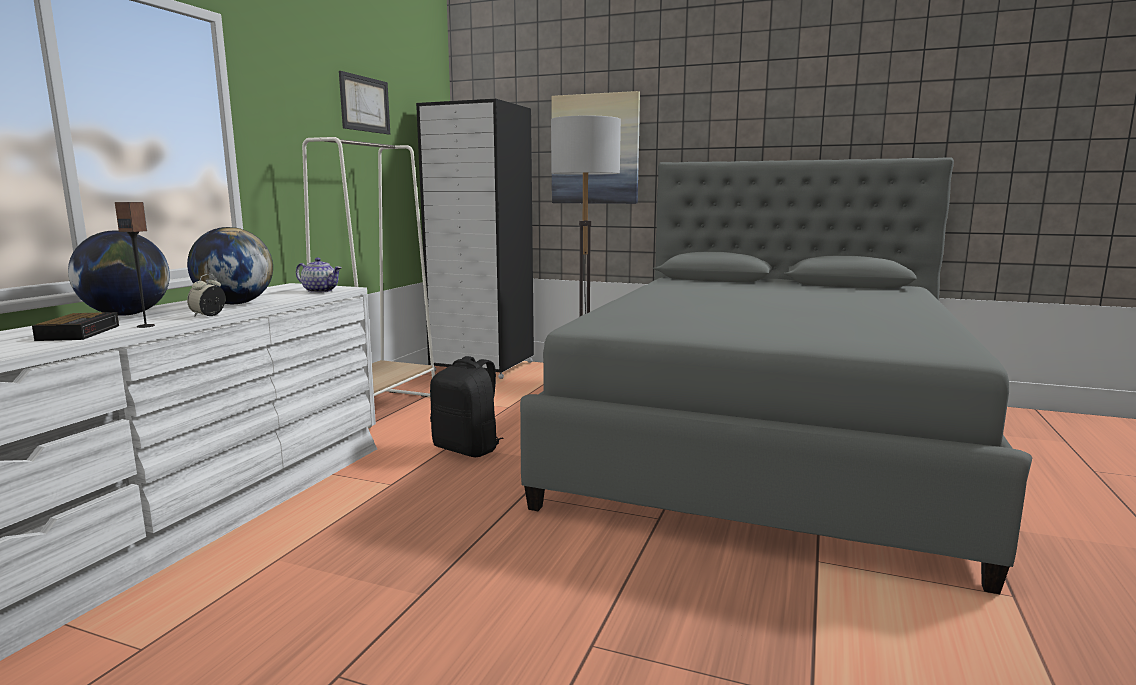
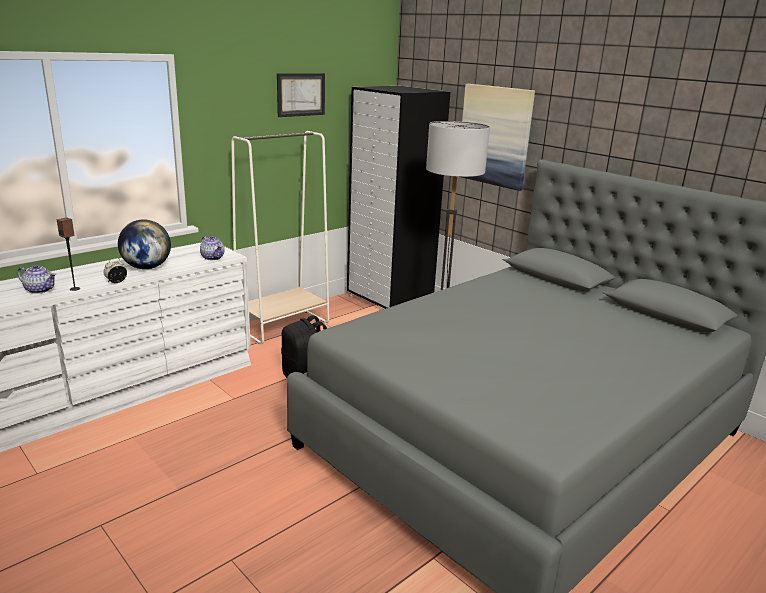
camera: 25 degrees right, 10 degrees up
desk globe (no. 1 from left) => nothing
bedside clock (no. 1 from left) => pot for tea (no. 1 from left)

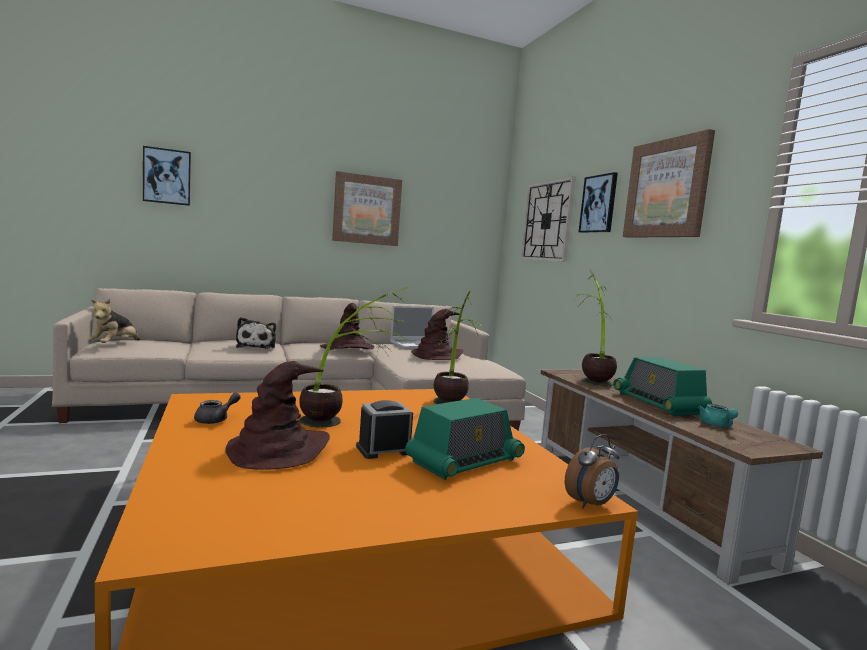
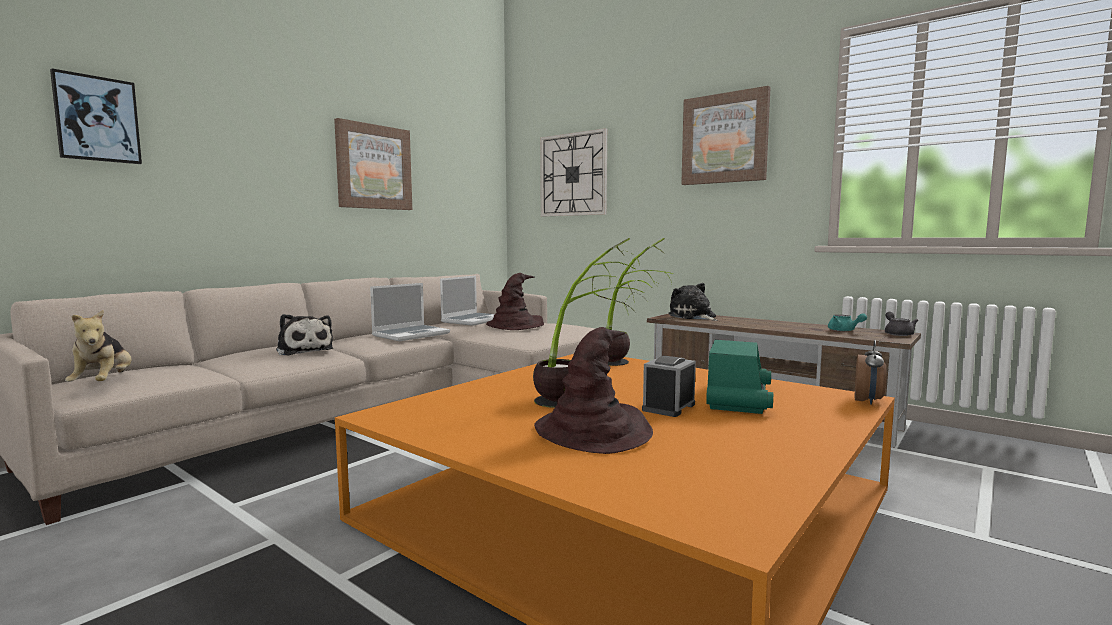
camera: 30 degrees left, 0 degrees up
wall picture (no. 3 from left) => nothing
potted plant (no. 3 from left) => soft toy (no. 3 from left)
wearable hat/brownish (no. 2 from left) => portable computer (no. 1 from left)
radio set (no. 2 from left) => nothing
pot for tea/greyish, relocated

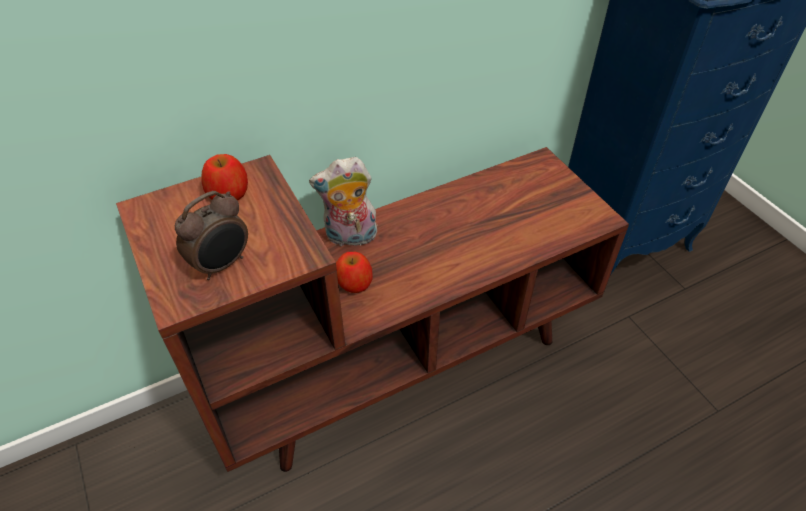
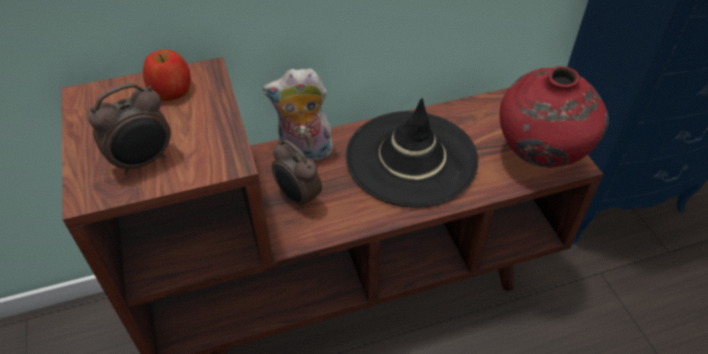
camera: 10 degrees right, 0 degrees up
apple fruit (no. 2 from left) => bedside clock (no. 2 from left)
nothing => decorative vase/red-coloured
nothing => wearable hat/black-coloured

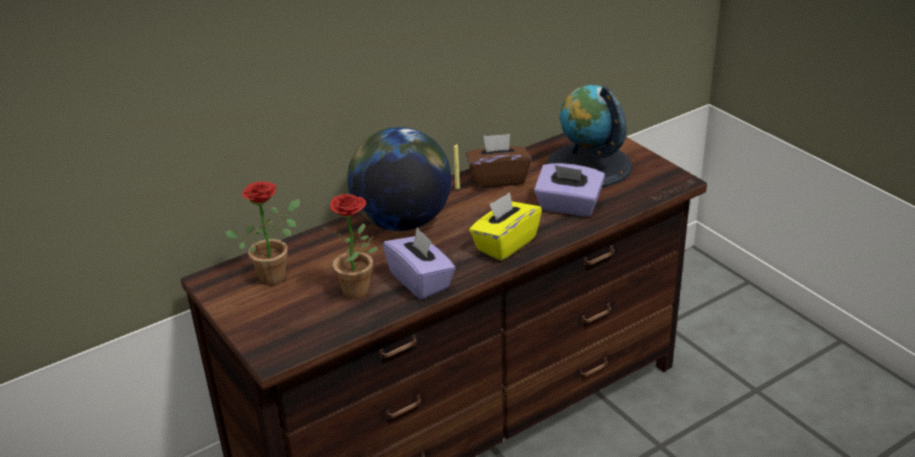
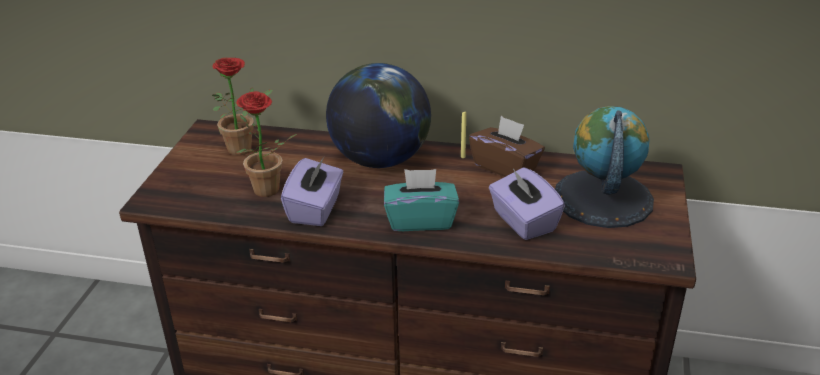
camera: 45 degrees right, 0 degrees up
tissue box/yellow => tissue box/blue-green

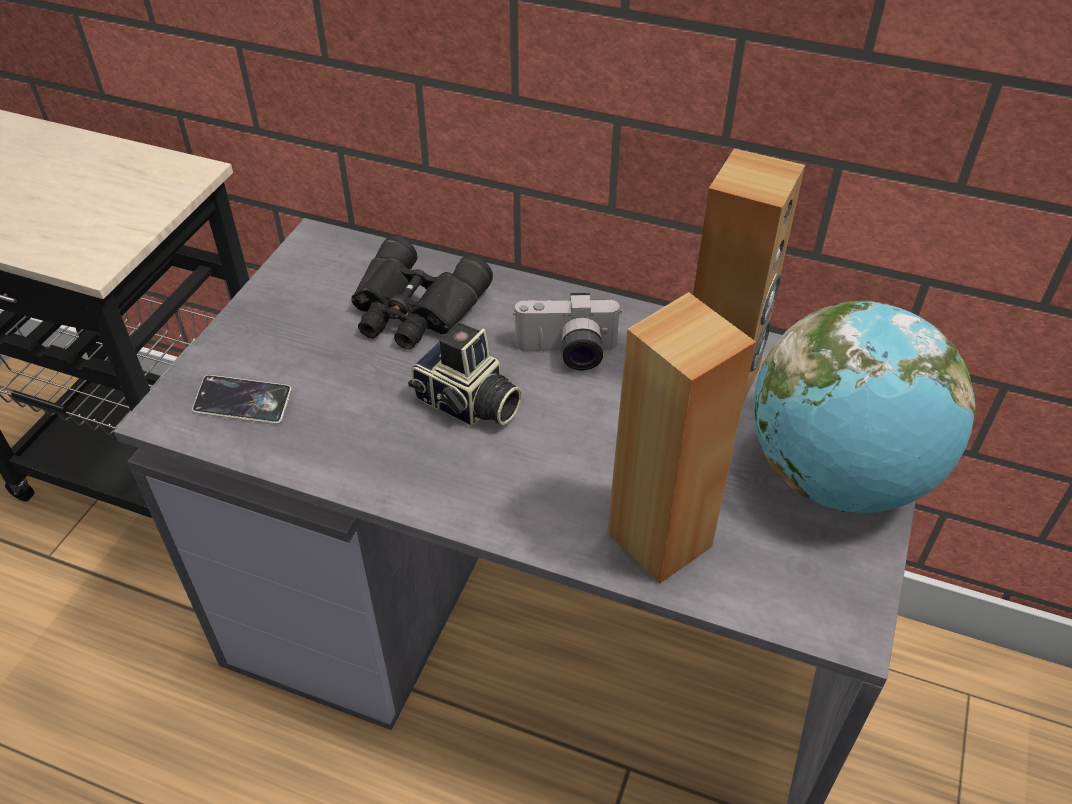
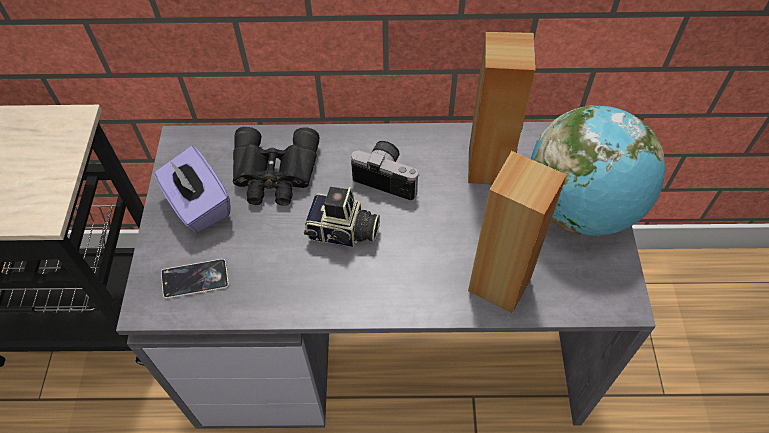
camera: 20 degrees left, 10 degrees up
still camera (no. 2 from left), 135 degrees counterclockwise
nothing => tissue box/purple-coloured

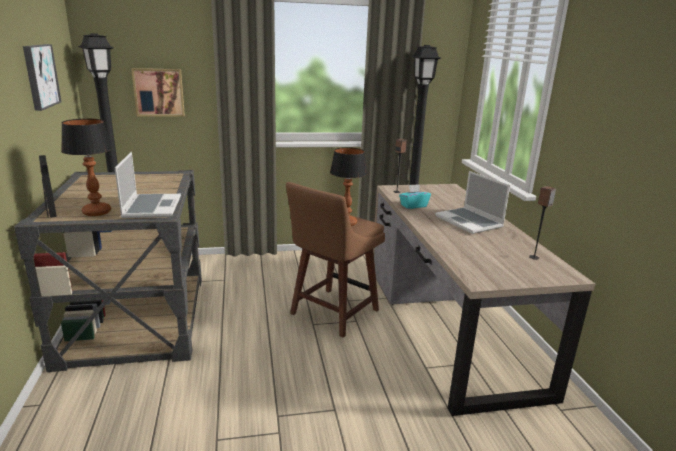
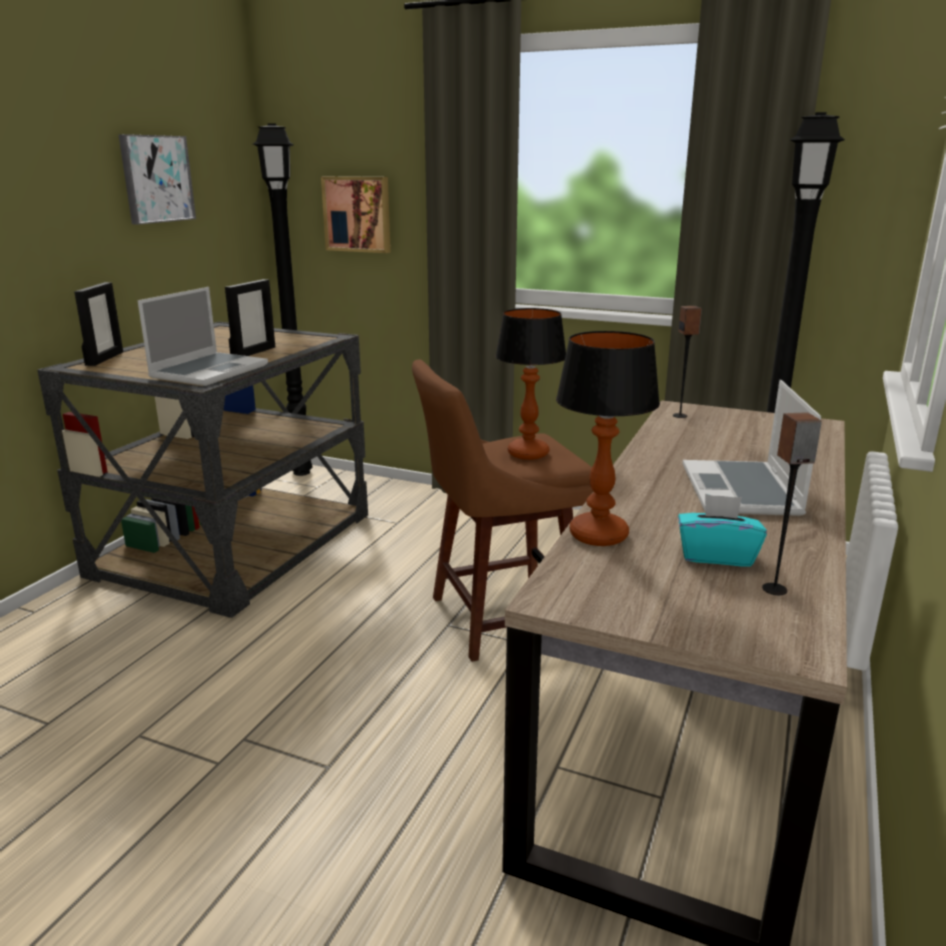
camera: 35 degrees right, 0 degrees up
tabletop lamp (no. 1 from left in the first image) => tabletop lamp (no. 2 from left), relocated
tissue box/blue-green, relocated
nothing => standing frame (no. 2 from left)

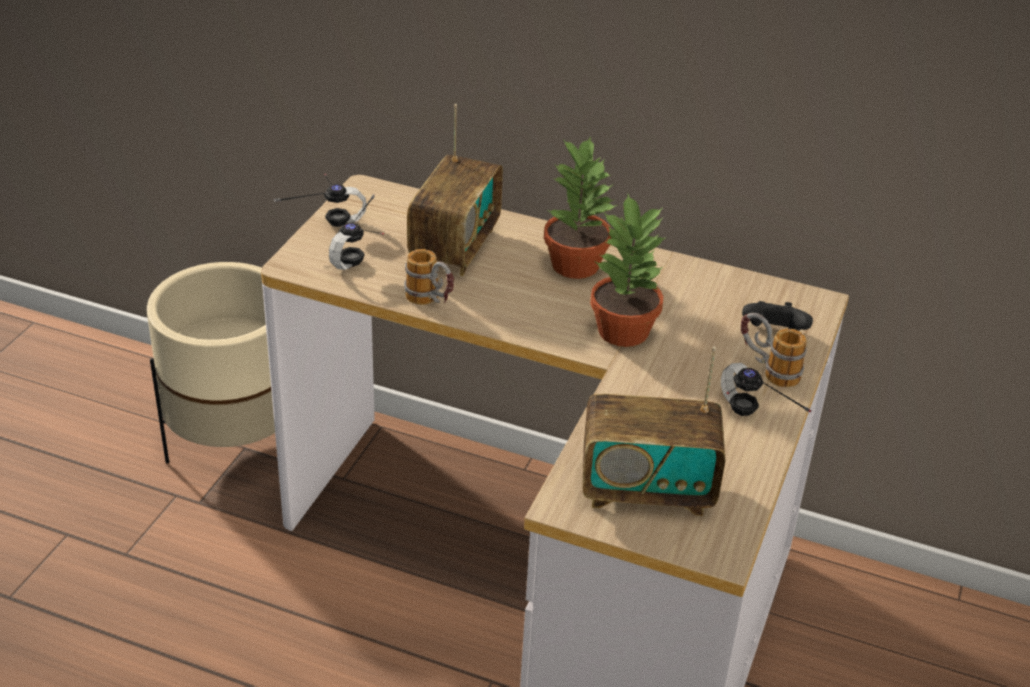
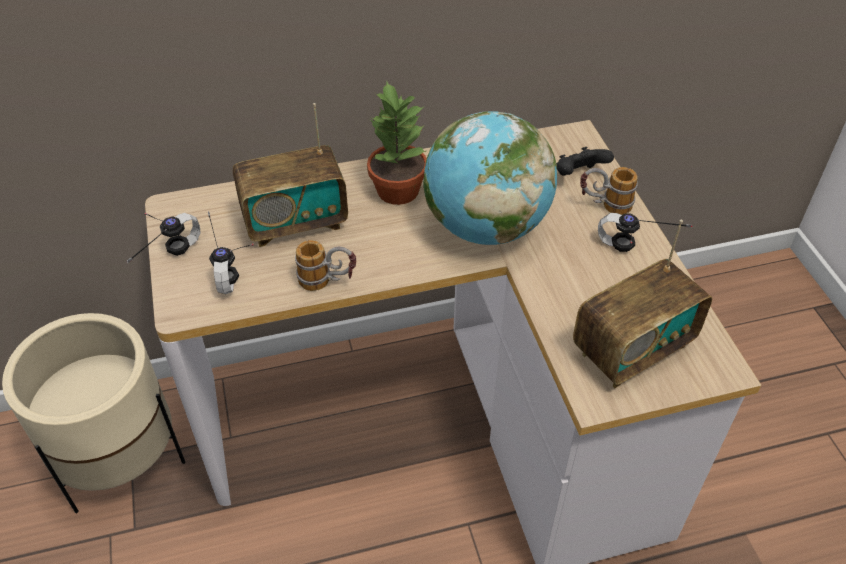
camera: 35 degrees left, 10 degrees up
radio set (no. 1 from left), 90 degrees clockwise
potted plant (no. 2 from left) => desk globe

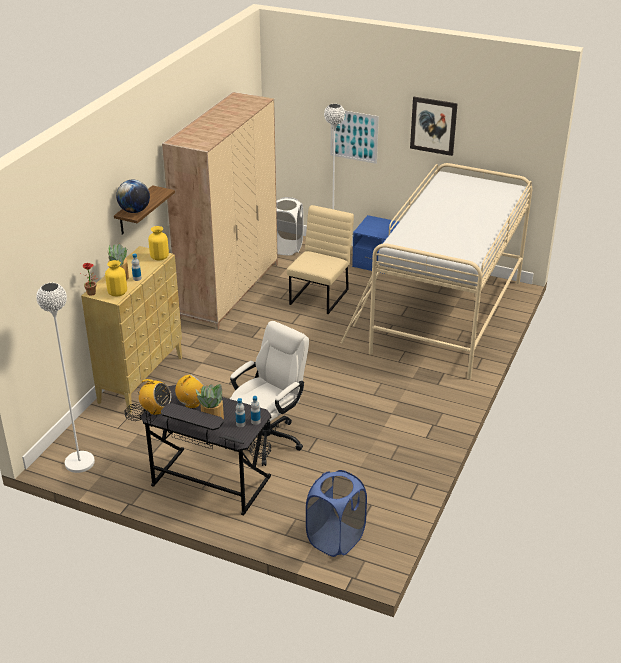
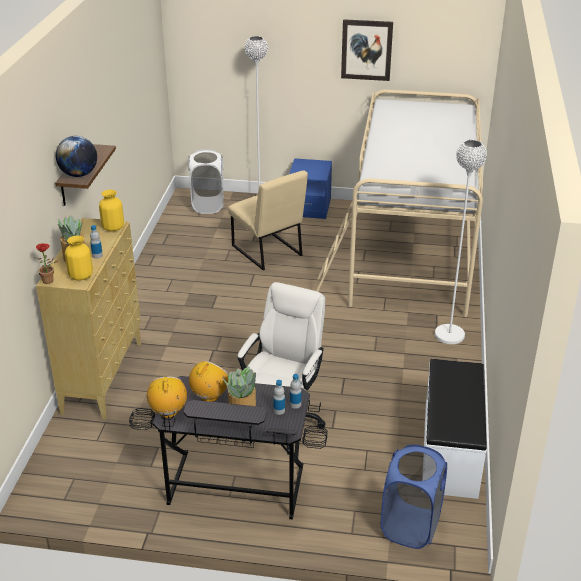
camera: 15 degrees left, 0 degrees up
armoire/beige-coloured => nothing
wall picture (no. 1 from left) => nothing
upright chair/beige-coloured, 135 degrees clockwise
standing lamp/white-coloured (no. 1 from left in the first image) => standing lamp/white-coloured (no. 2 from left), relocated
radio set (no. 1 from left), 105 degrees counterclockwise
nothing => bench/white-coloured

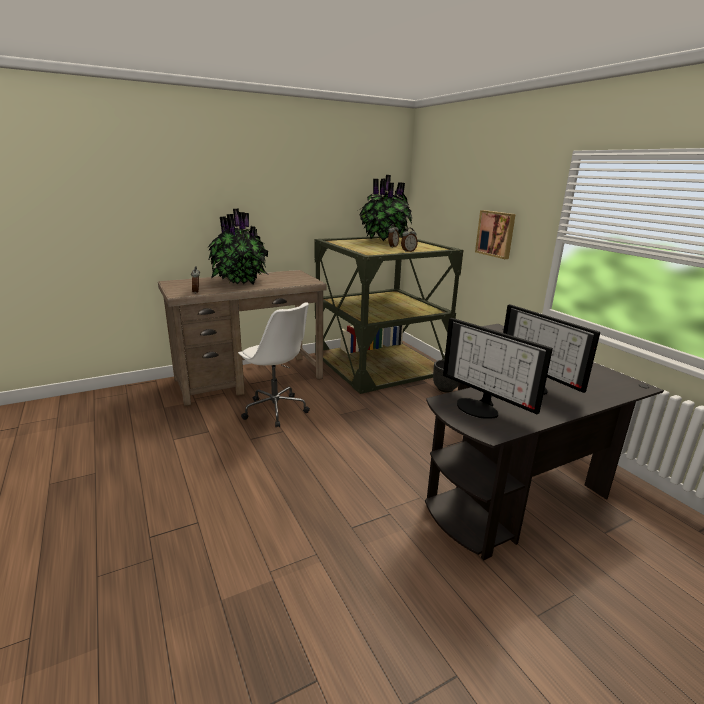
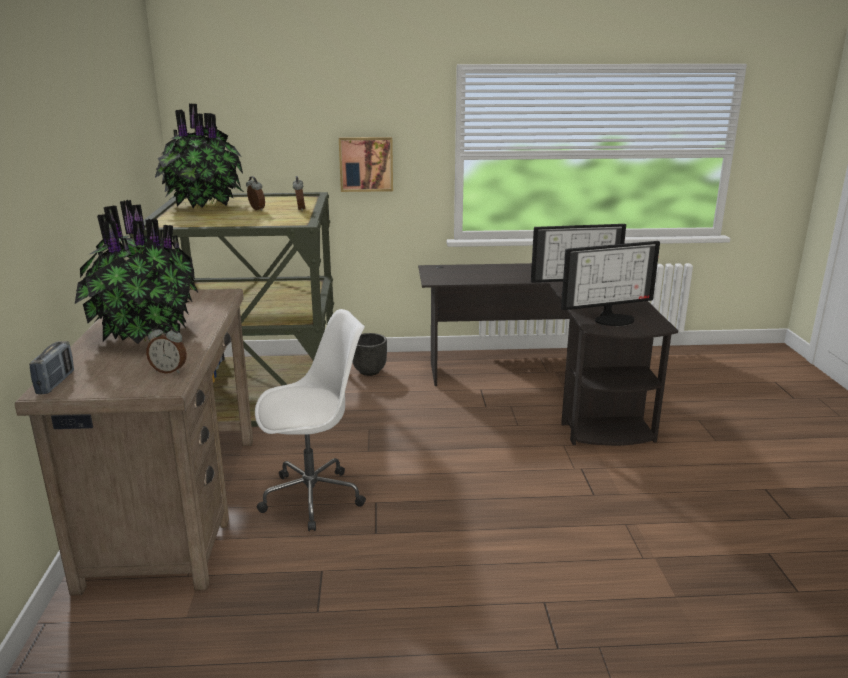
camera: 65 degrees left, 0 degrees up
nothing => radio set

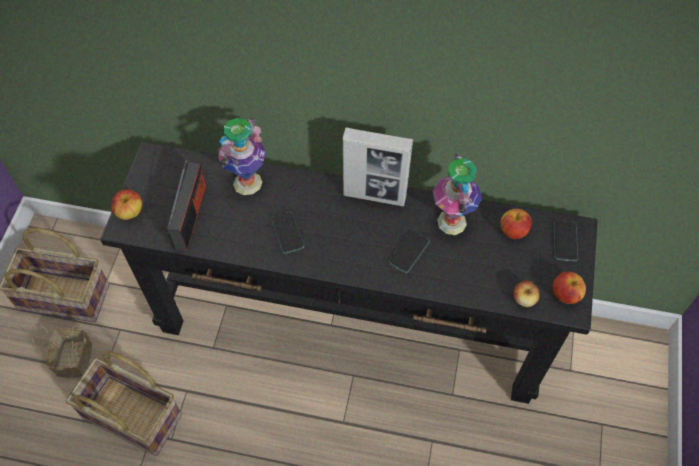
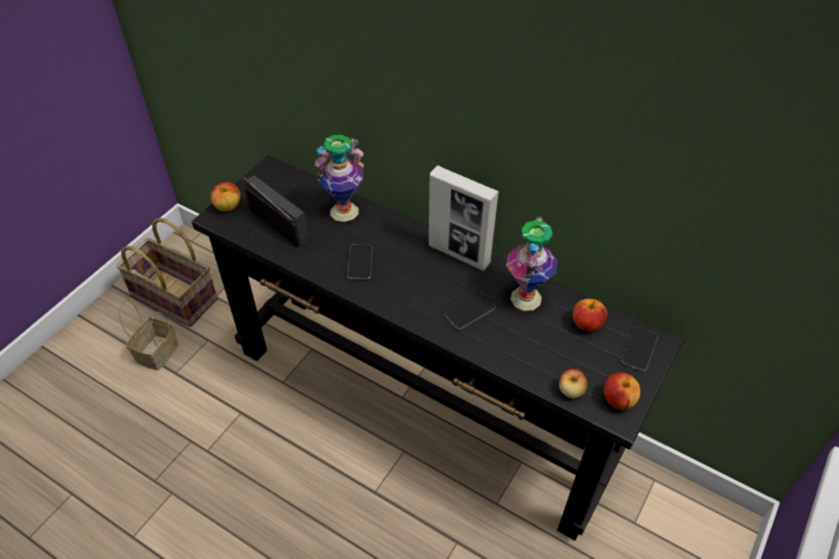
camera: 20 degrees right, 10 degrees down
radio set, 75 degrees counterclockwise
basket (no. 3 from left) => nothing

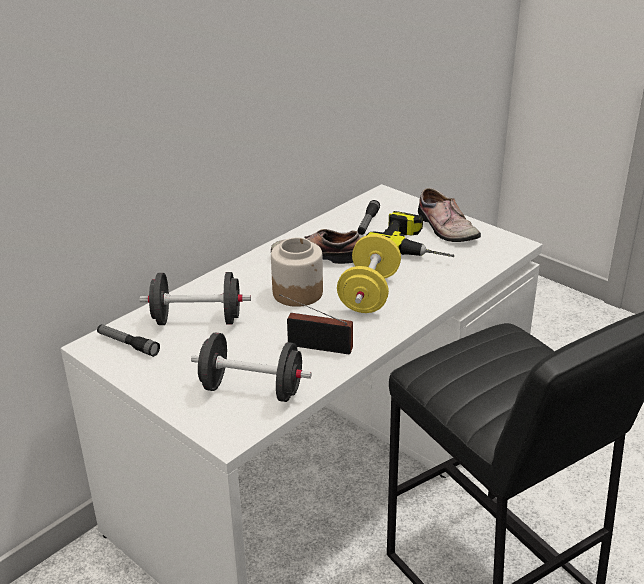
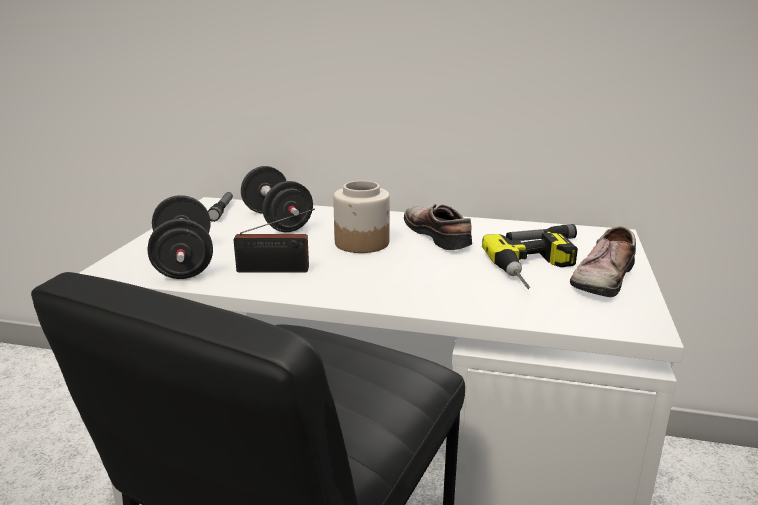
camera: 60 degrees right, 10 degrees down
dumbbell/yellow => nothing
radio set, 105 degrees clockwise

